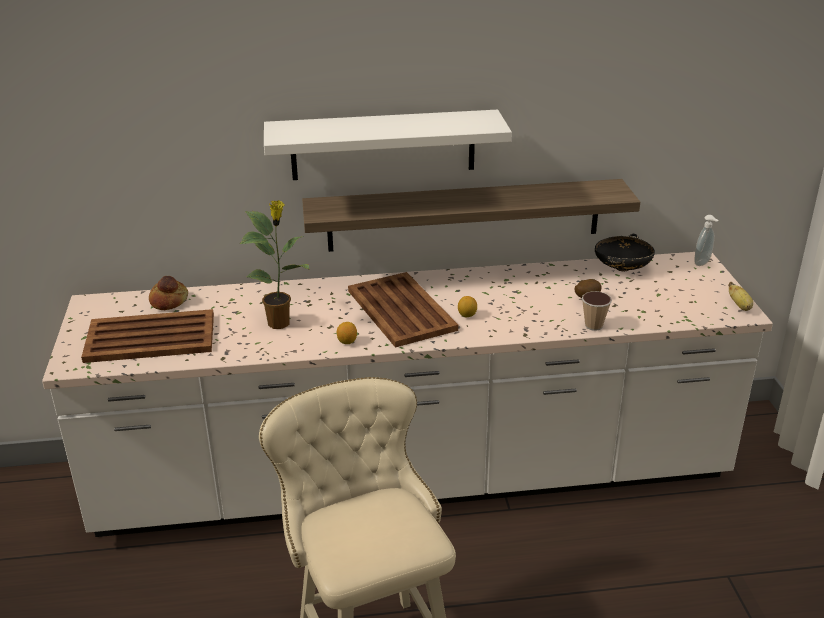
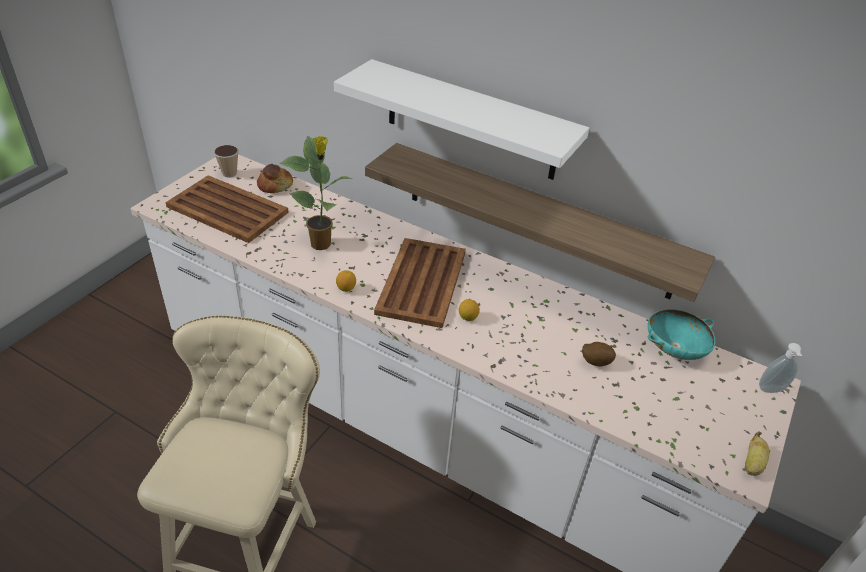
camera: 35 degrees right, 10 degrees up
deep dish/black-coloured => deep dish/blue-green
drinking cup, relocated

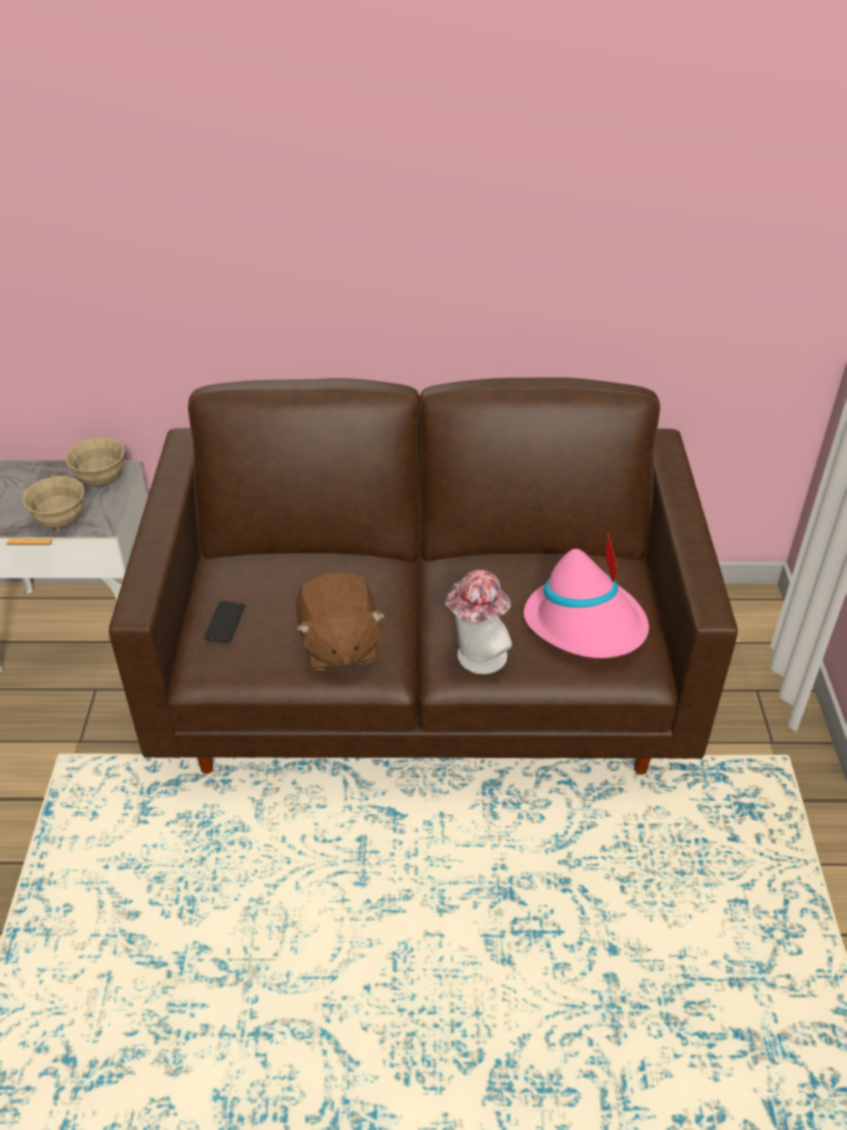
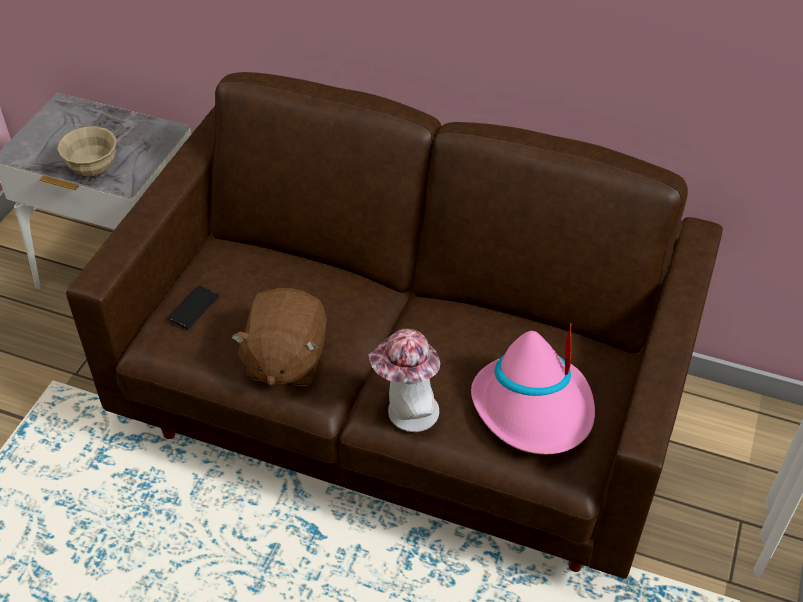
camera: 20 degrees right, 5 degrees up
deep dish/beige-coloured (no. 2 from left) => nothing

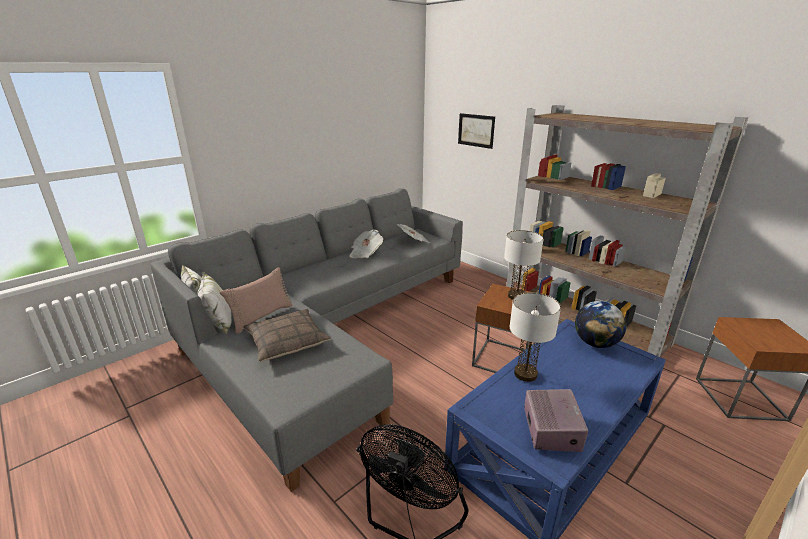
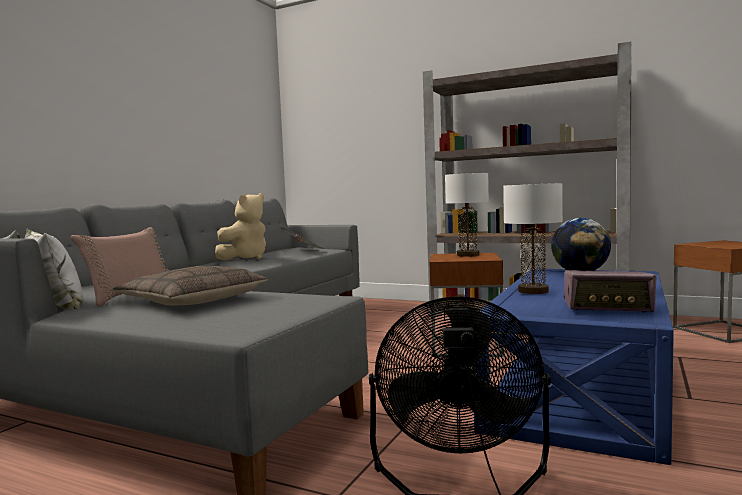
camera: 20 degrees left, 20 degrees down
wall picture => nothing
printed paper (no. 1 from left) => soft toy/beige-coloured
radio set, 120 degrees clockwise

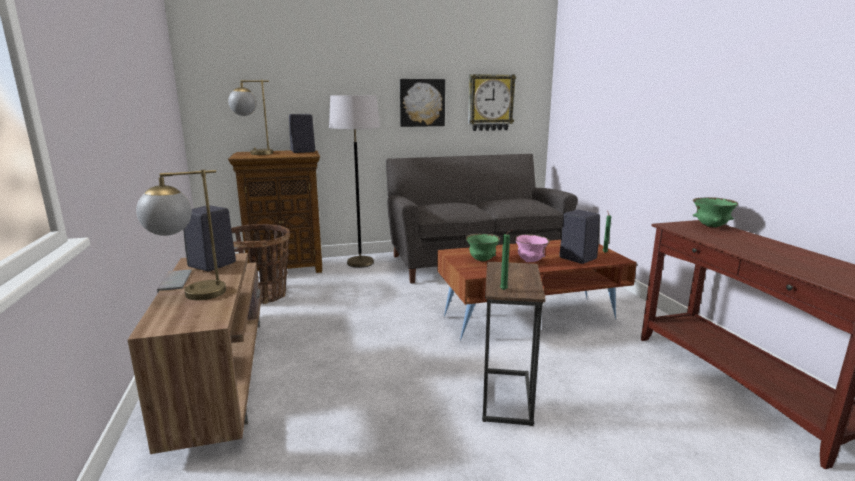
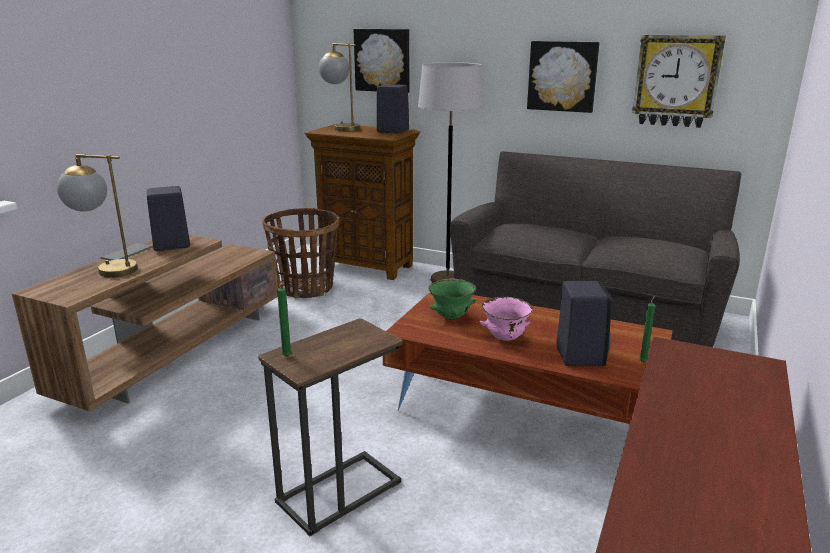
camera: 40 degrees right, 5 degrees up
deep dish/green-coloured (no. 2 from left) => nothing
nothing => wall picture (no. 1 from left)

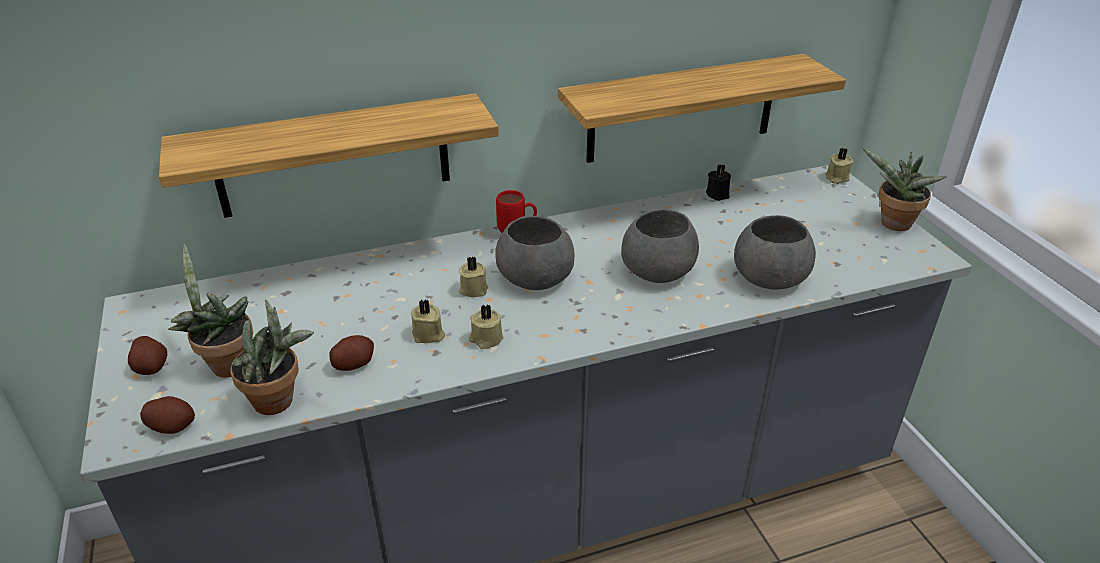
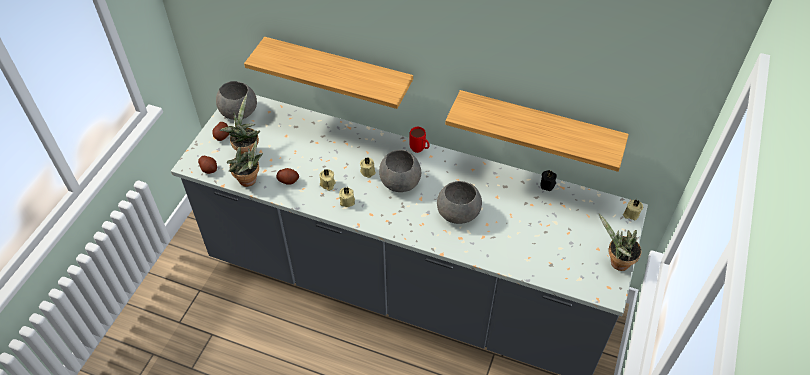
camera: 40 degrees right, 15 degrees up
deep dish/greyish (no. 3 from left in the first image) => deep dish/greyish (no. 1 from left), relocated

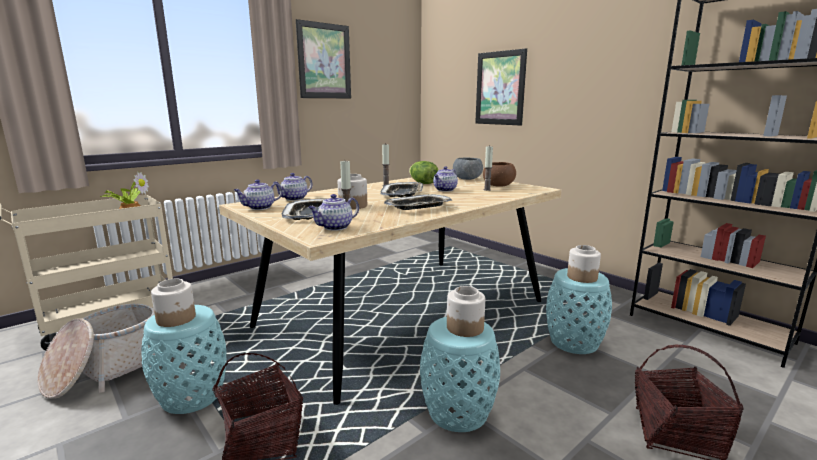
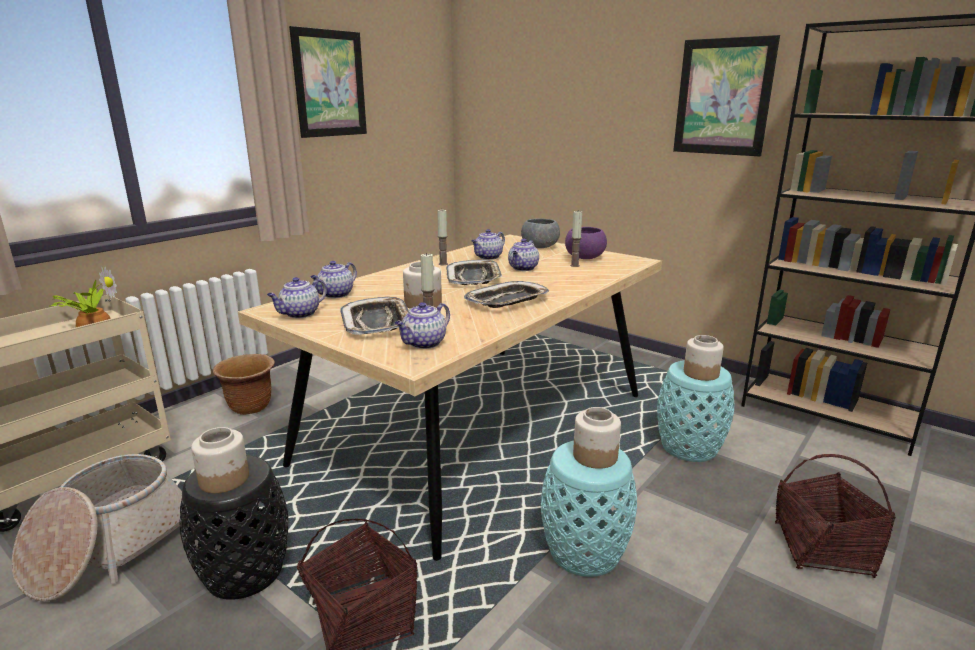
camera: 10 degrees left, 5 degrees up
wall picture (no. 2 from left), relocated
head of lettuce => pot for tea (no. 4 from left)
deep dish/brownish => deep dish/purple-coloured
sitting stool/blue-green (no. 1 from left) => sitting stool/black-coloured
nothing => planter/brownish

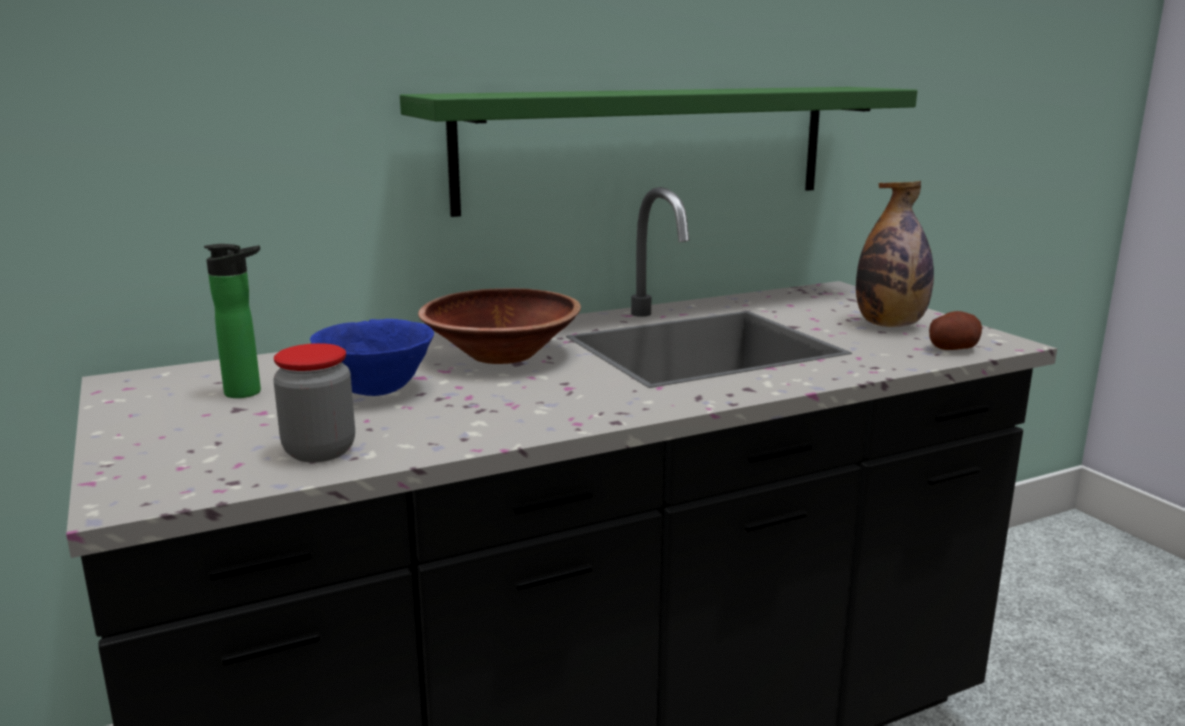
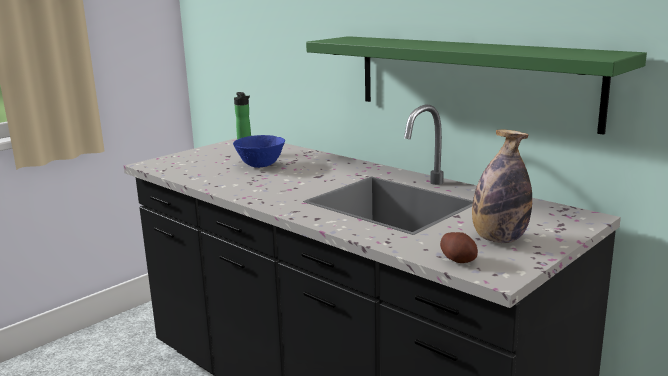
camera: 70 degrees right, 0 degrees up
deep dish/brownish => nothing
jar => nothing

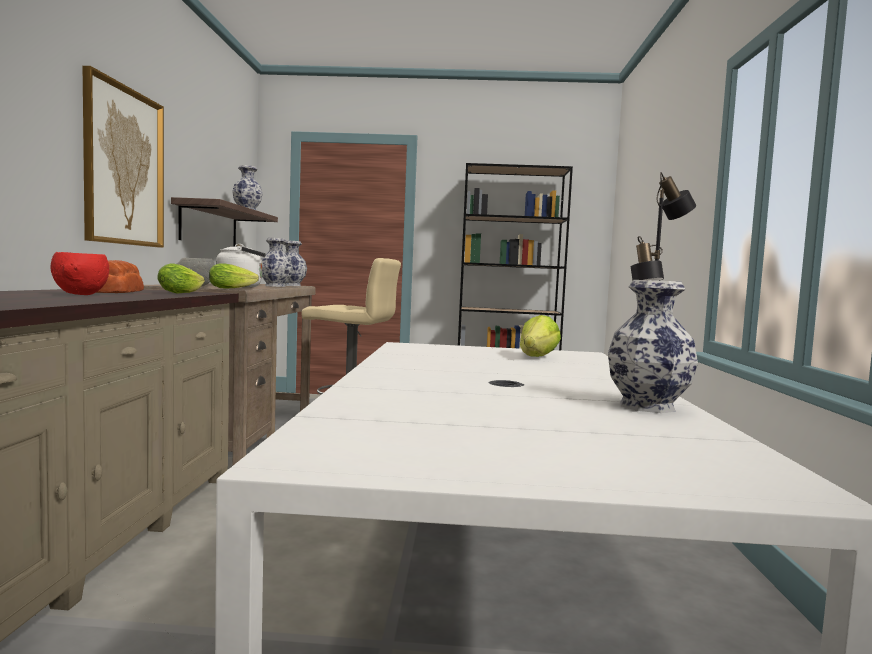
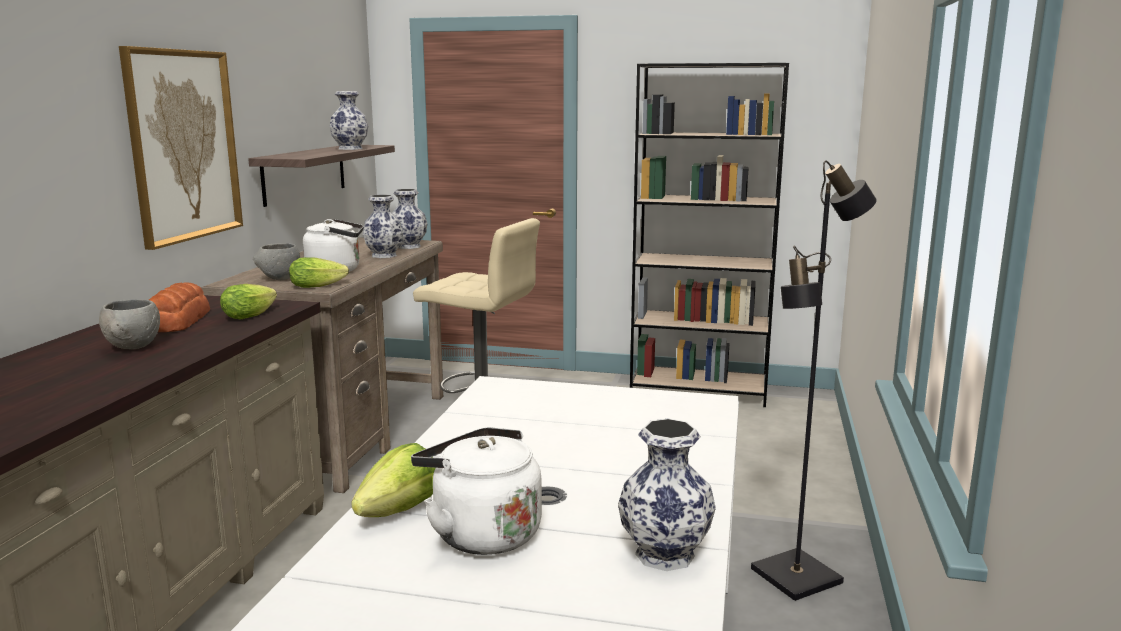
camera: 10 degrees right, 10 degrees up
deep dish/red-coloured => deep dish/greyish (no. 1 from left)
head of lettuce (no. 3 from left), relocated
nothing => kettle/white-coloured (no. 2 from left)

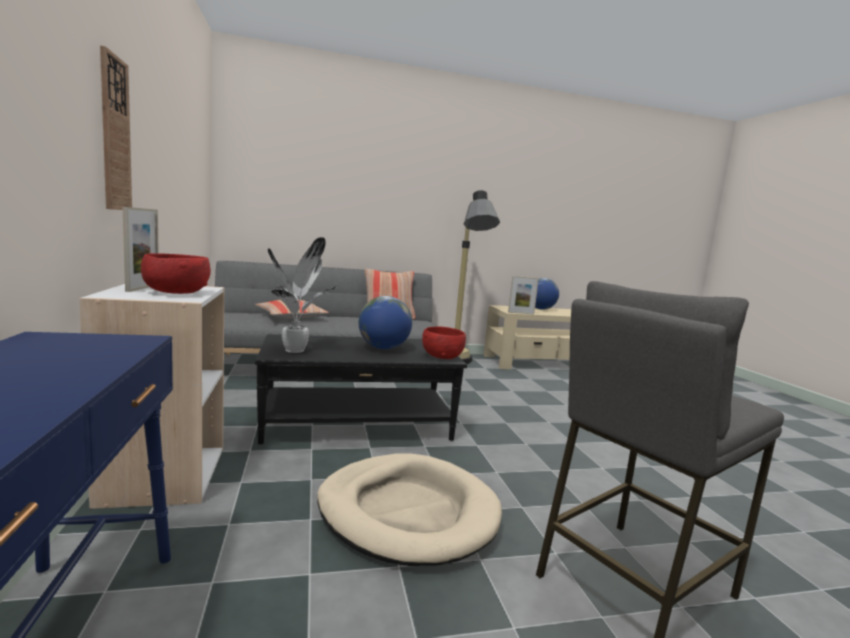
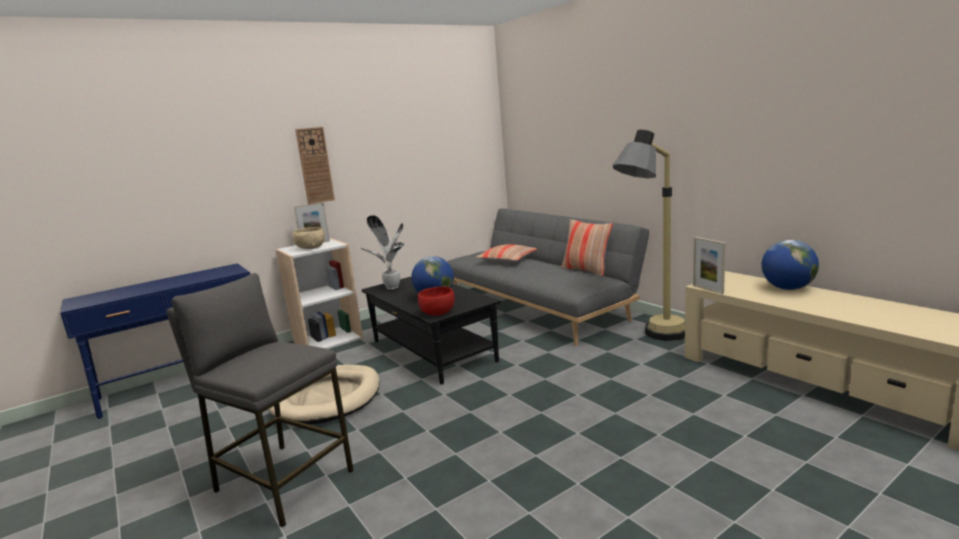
camera: 70 degrees right, 5 degrees up
deep dish/red-coloured (no. 1 from left) => deep dish/beige-coloured

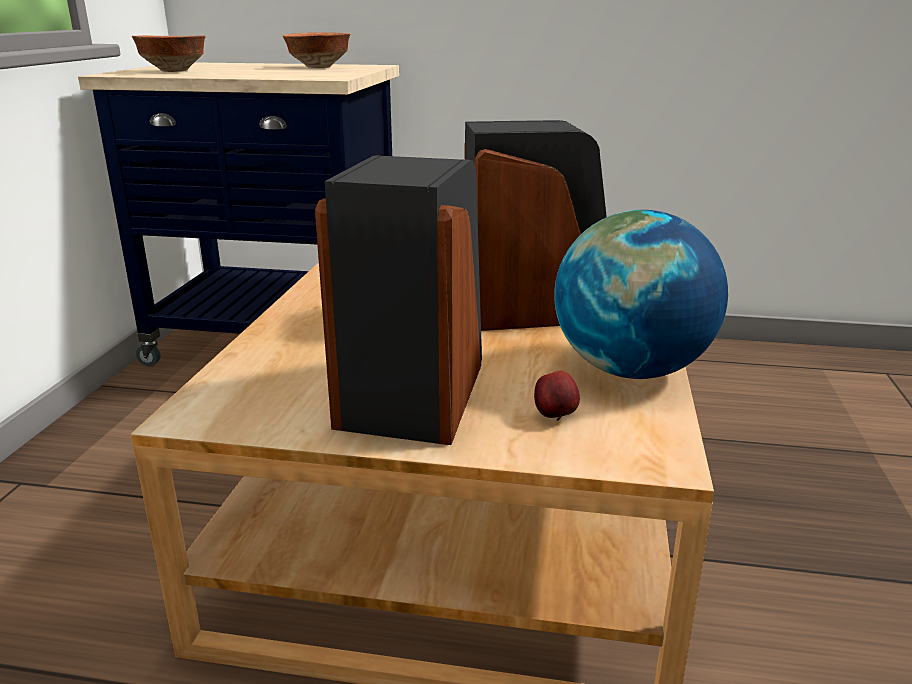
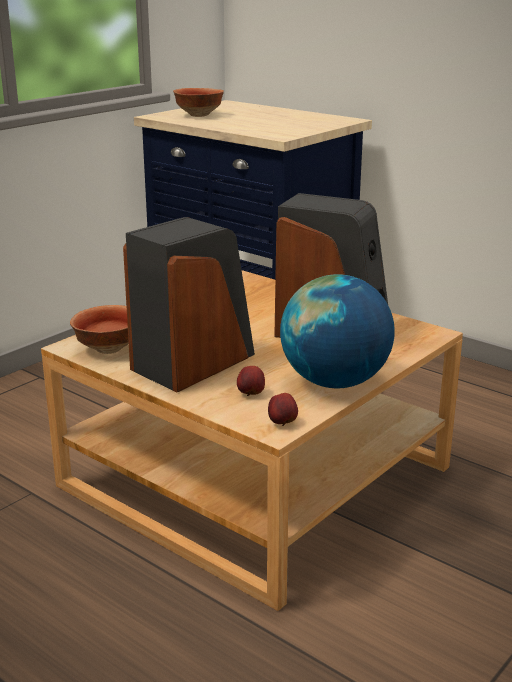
camera: 30 degrees right, 0 degrees up
deep dish (no. 2 from left in the first image) => deep dish (no. 1 from left), relocated
nothing => apple fruit (no. 2 from left)

